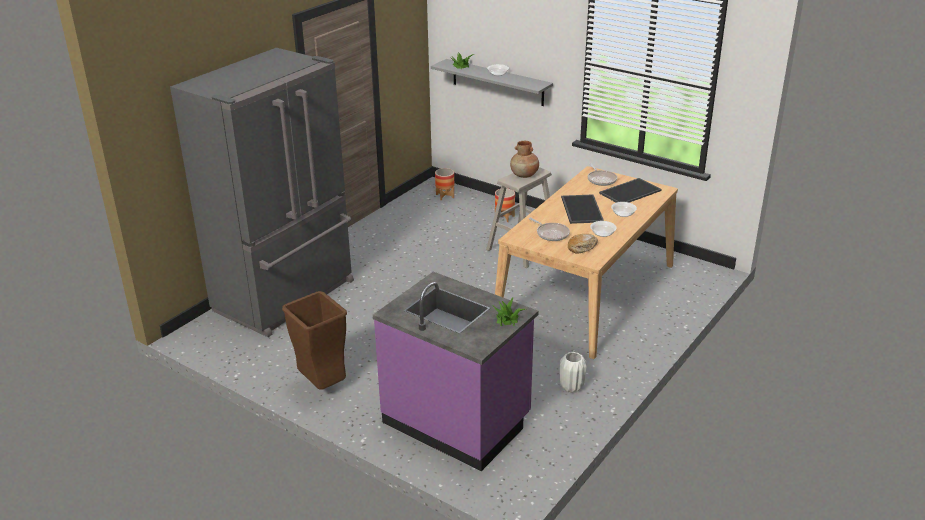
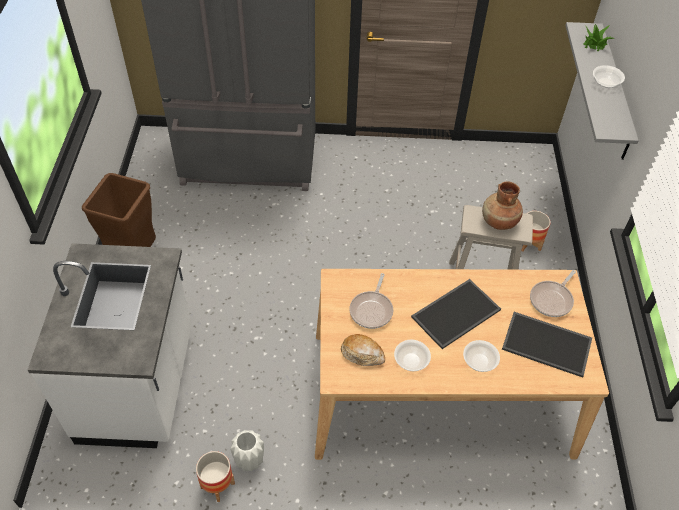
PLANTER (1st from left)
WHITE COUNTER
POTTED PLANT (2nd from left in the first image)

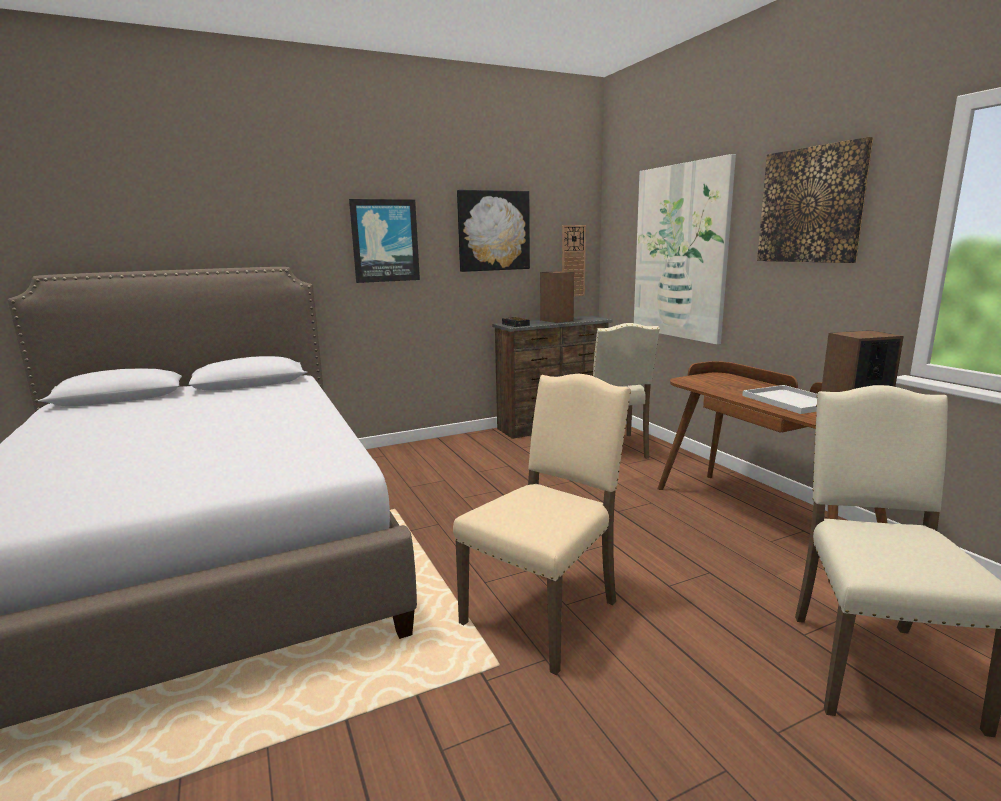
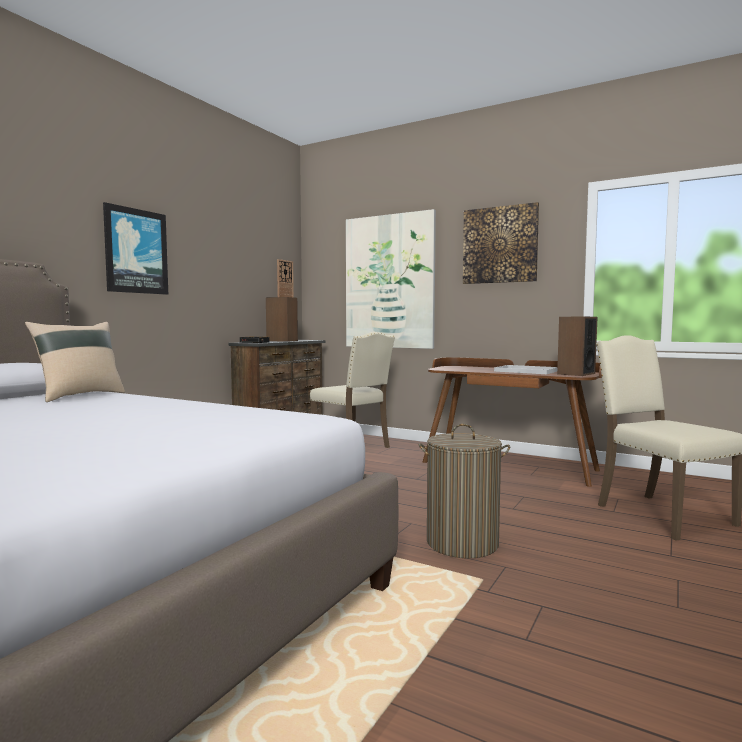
PICTURE (2nd from left in the first image)
LAUNDRY BASKET
BEIGE PILLOW

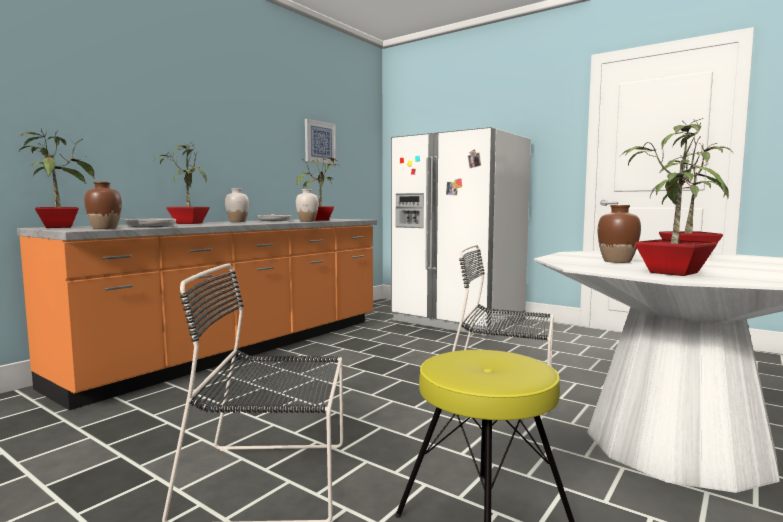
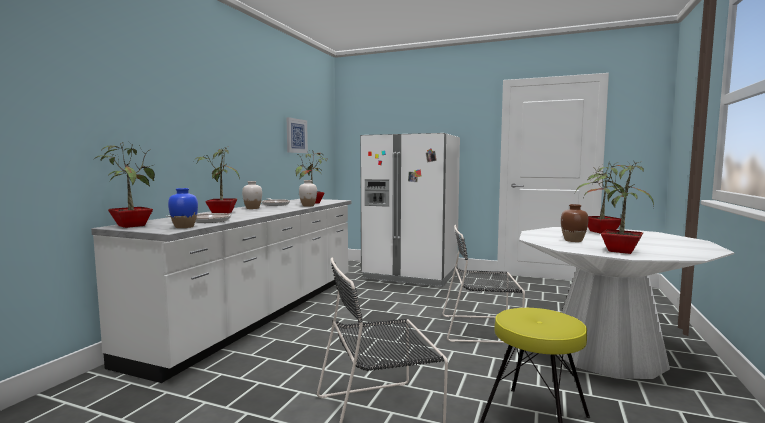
BLUE VASE
WHITE COUNTER

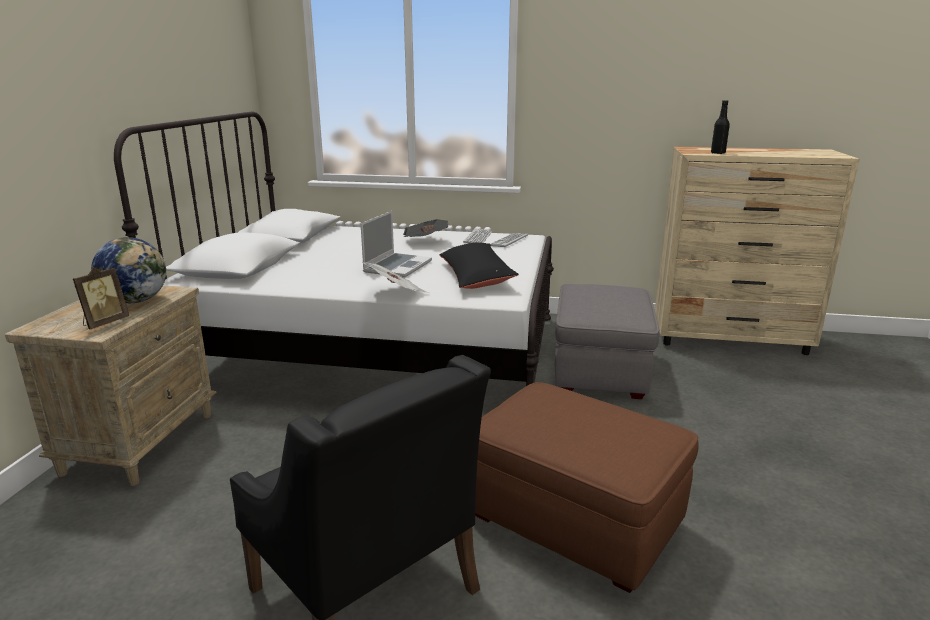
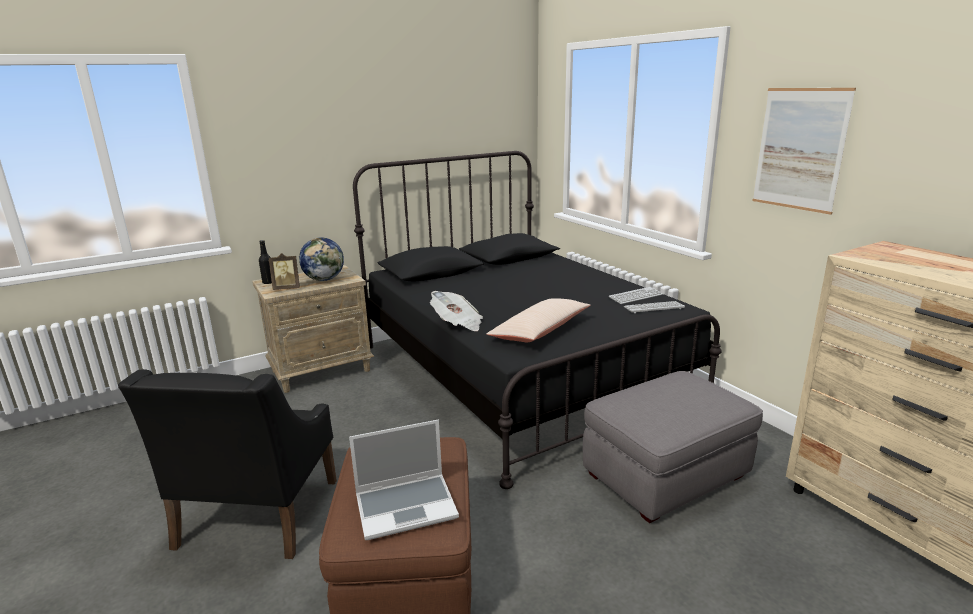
BLACK BOTTLE
BLACK BED
LAPTOP
NEWSPAPER (2nd from left in the first image)
BEIGE PILLOW
PICTURE

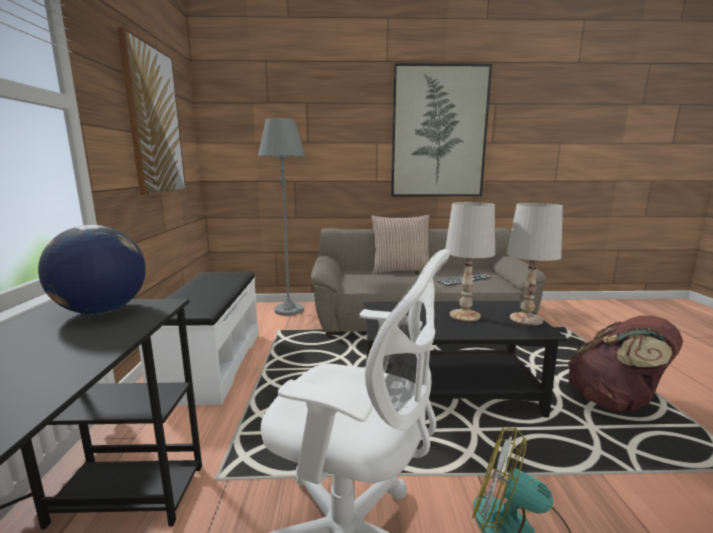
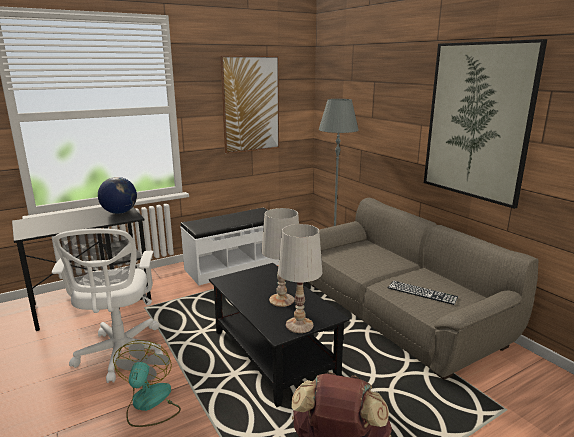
PILLOW

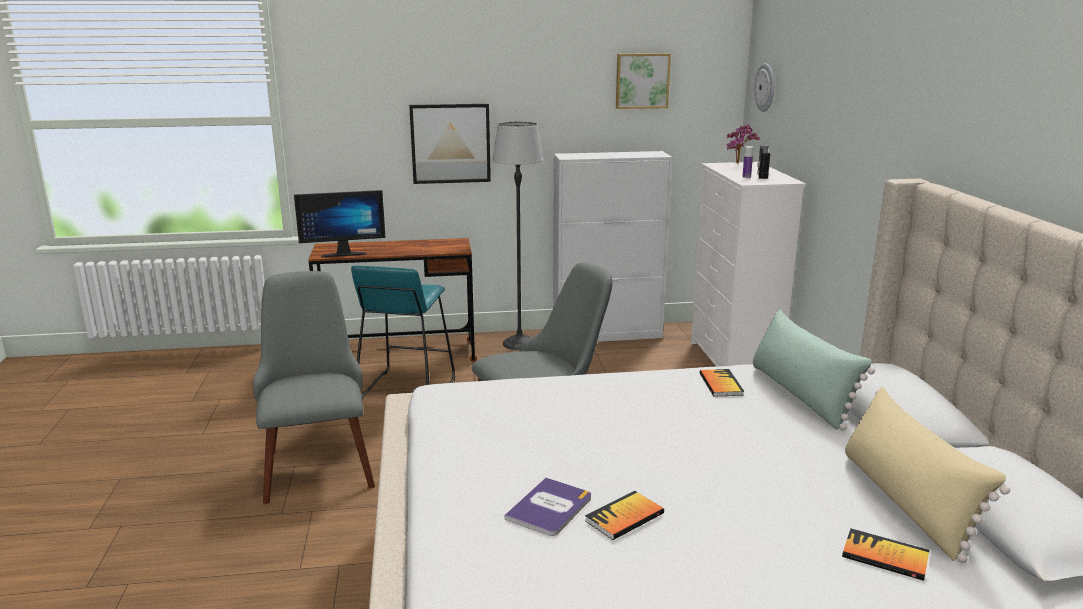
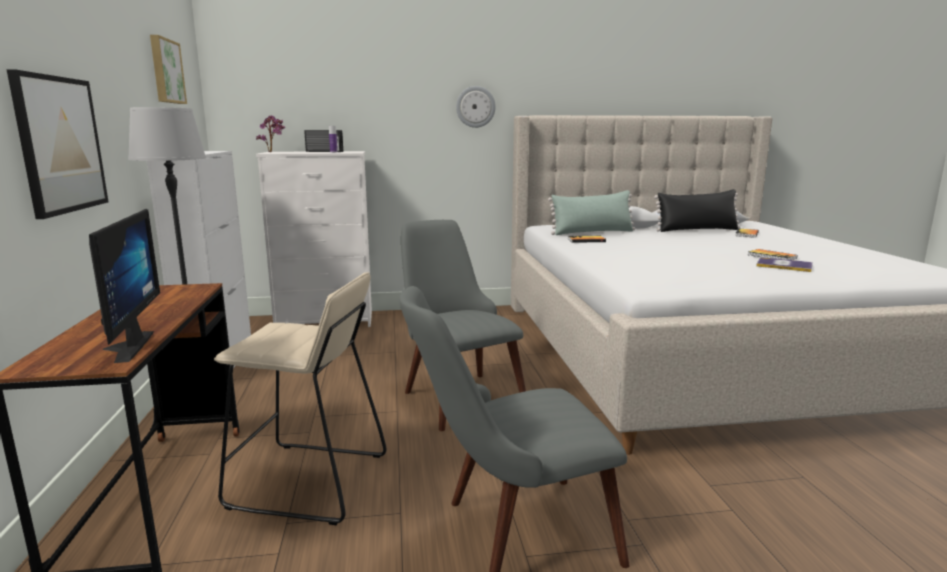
WALL CLOCK
BEIGE STOOL
BLACK PILLOW

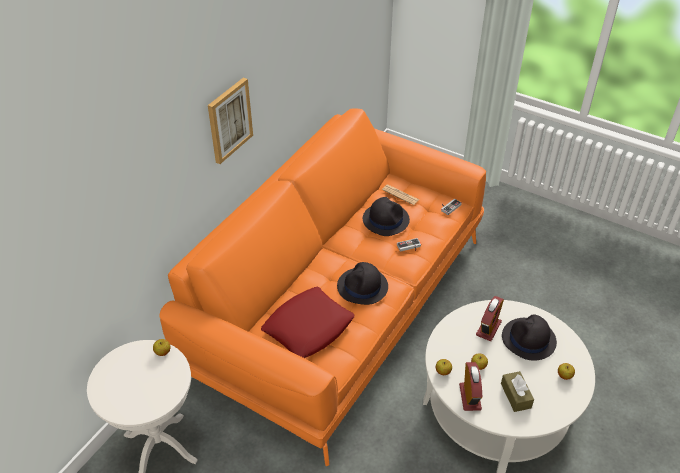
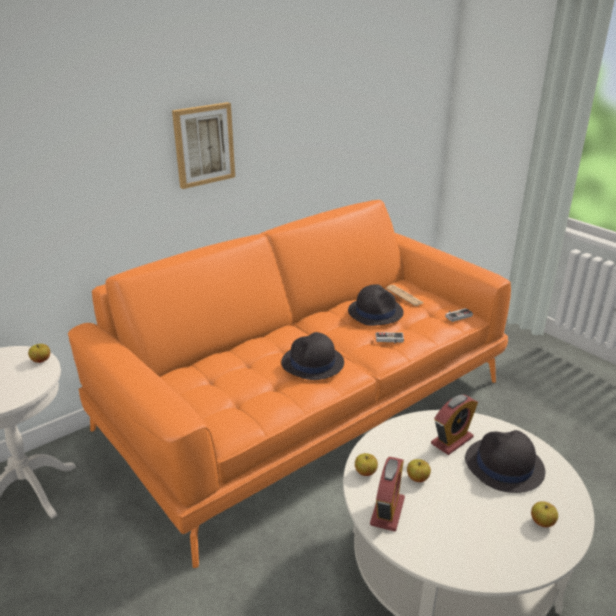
RED PILLOW
BROWN TISSUE BOX

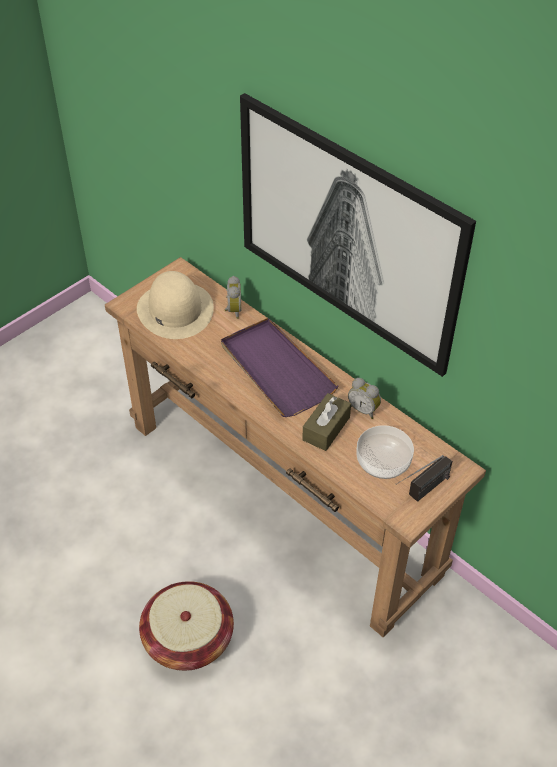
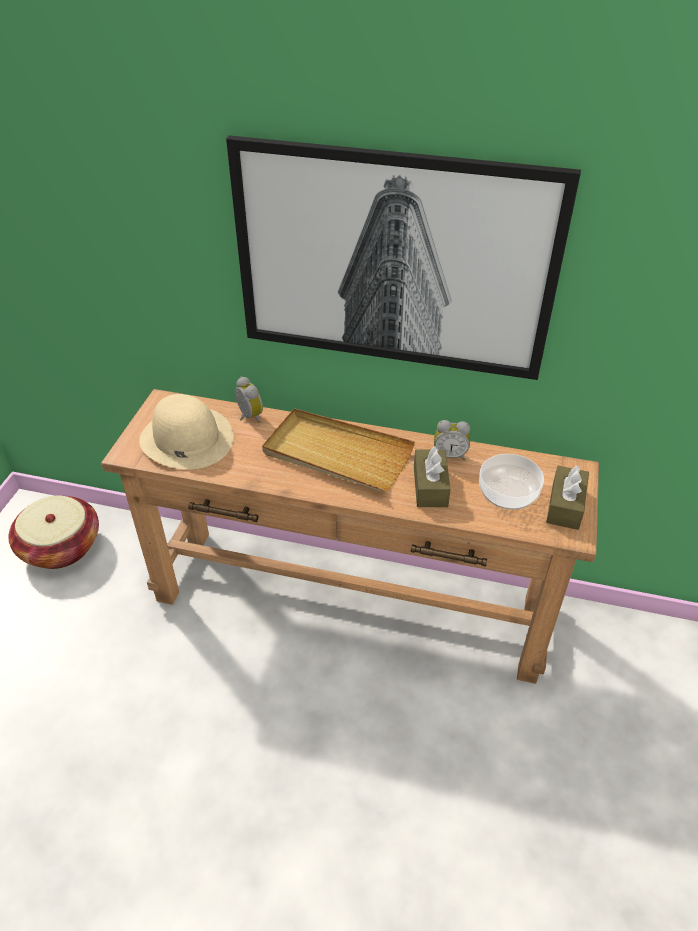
BEIGE TRAY
BROWN TISSUE BOX (2nd from left)
BASKET

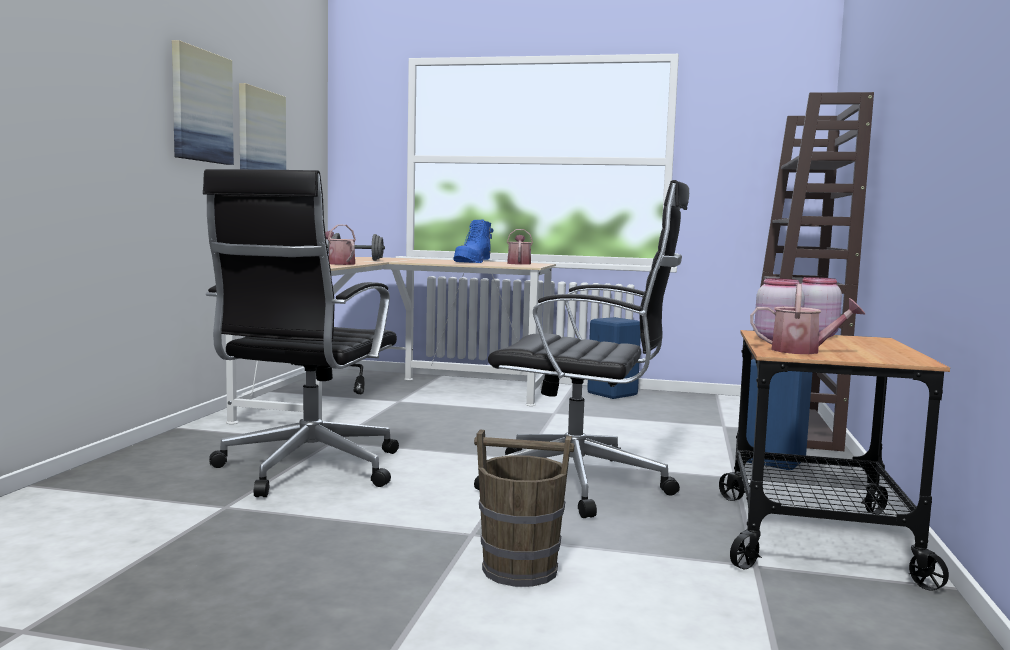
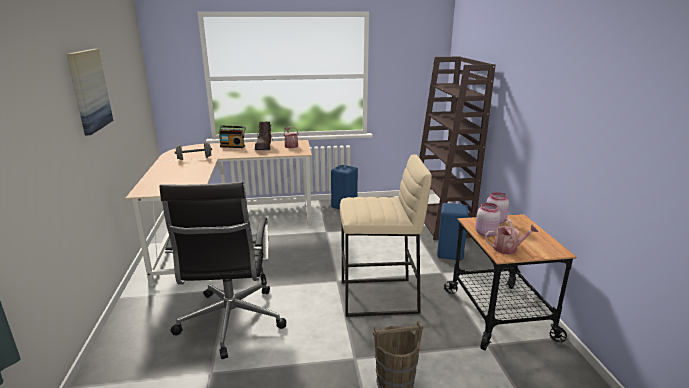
PICTURE (2nd from left in the first image)
BEIGE STOOL
BROWN BOOT
WATERING CAN (1st from left in the first image)
RADIO

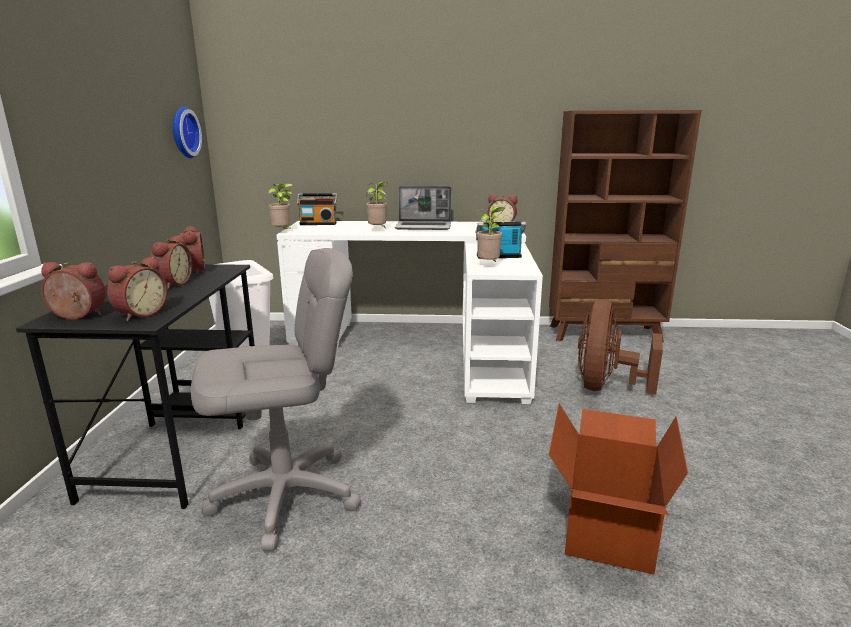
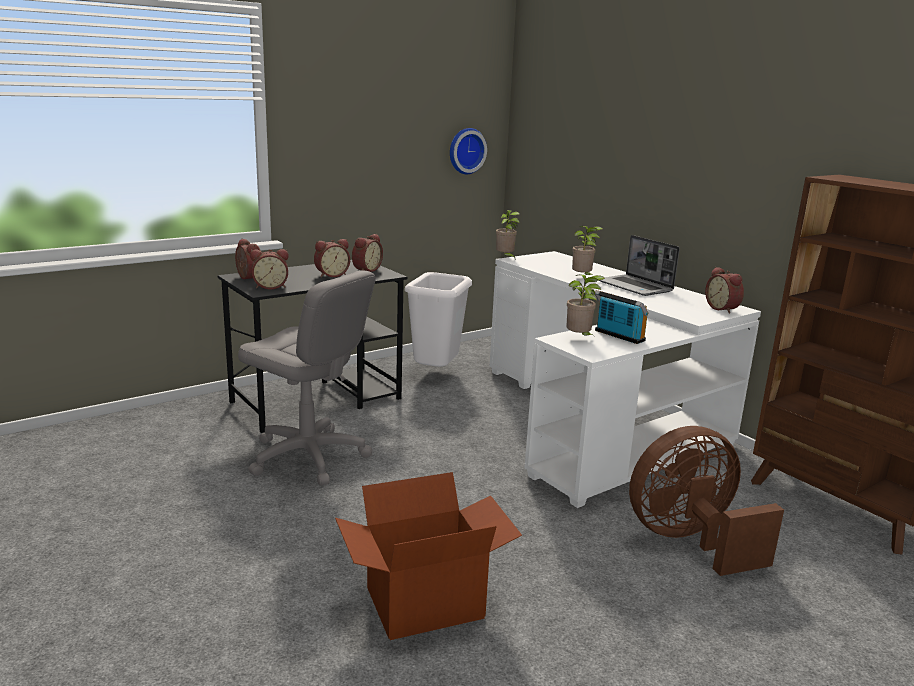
RADIO (1st from left in the first image)

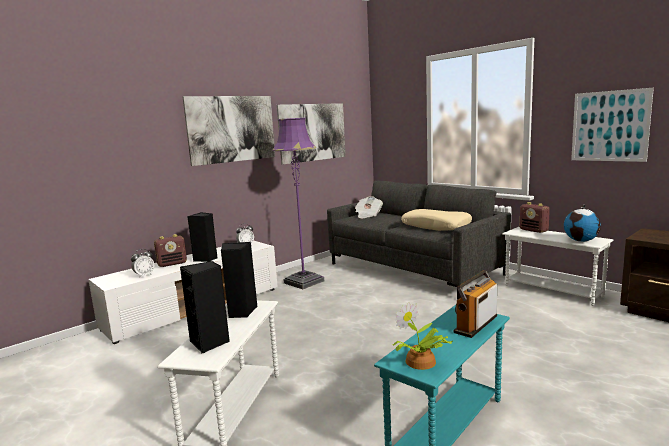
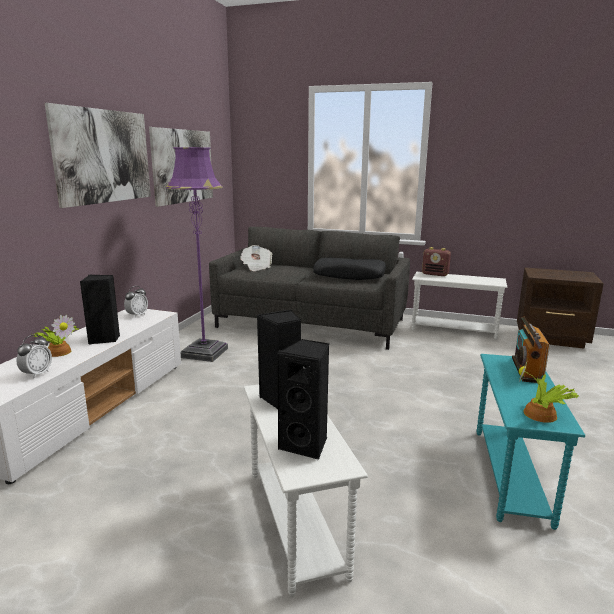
PICTURE (3rd from left in the first image)
GLOBE
BLACK PILLOW
POTTED PLANT (1st from left)

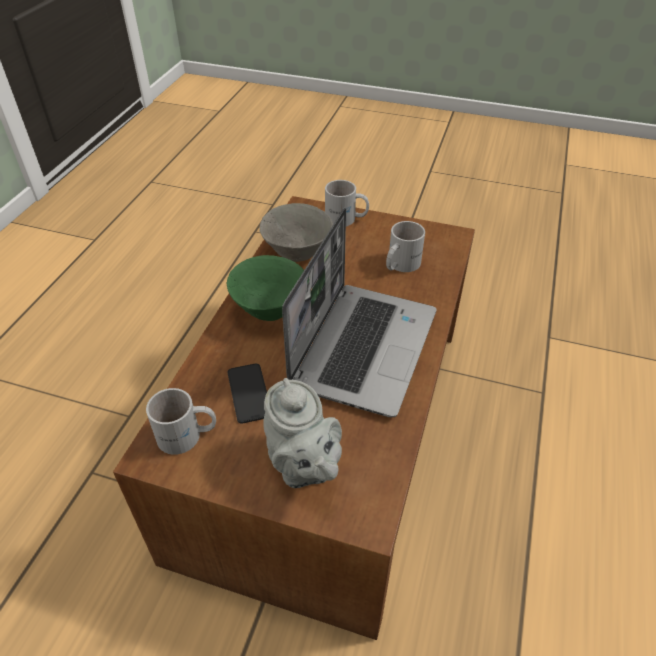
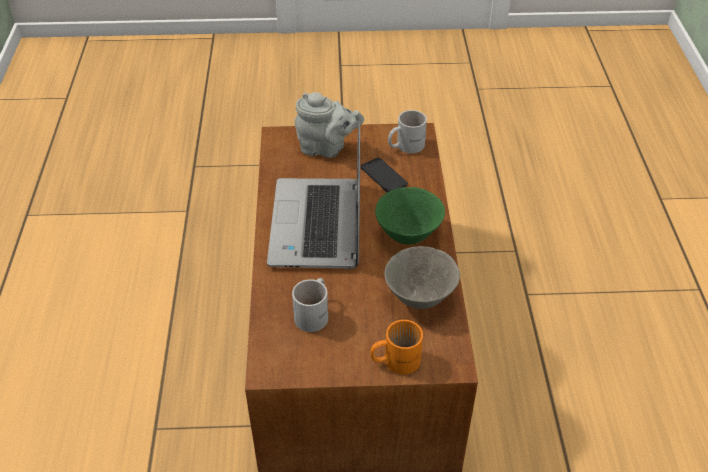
ORANGE MUG
GREY TEAPOT

